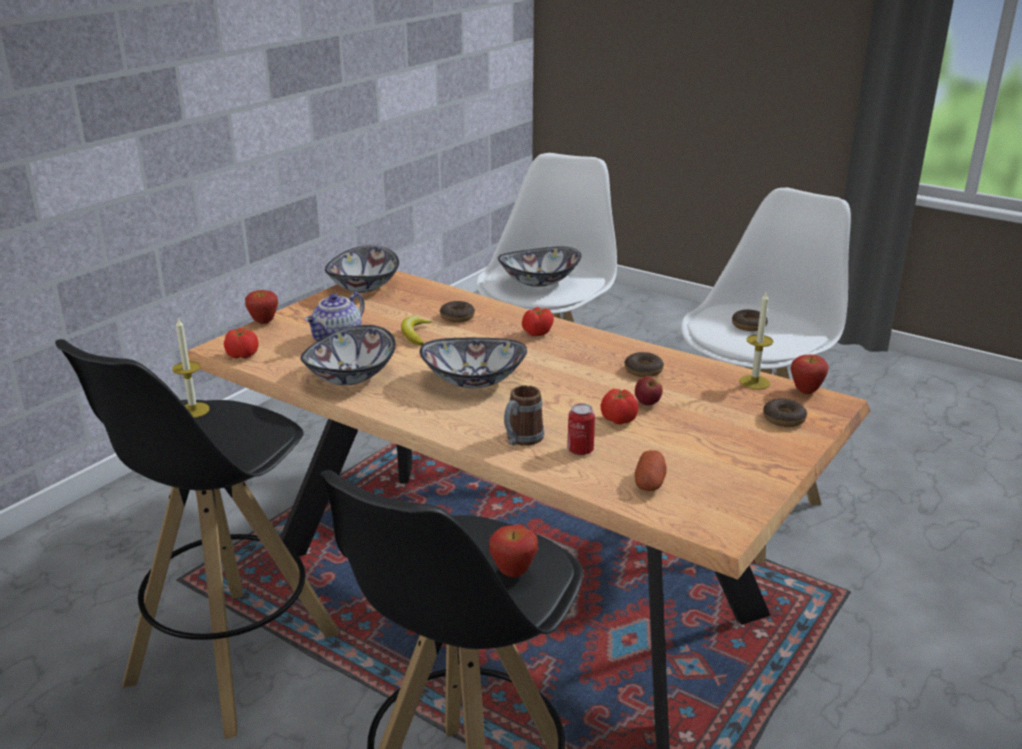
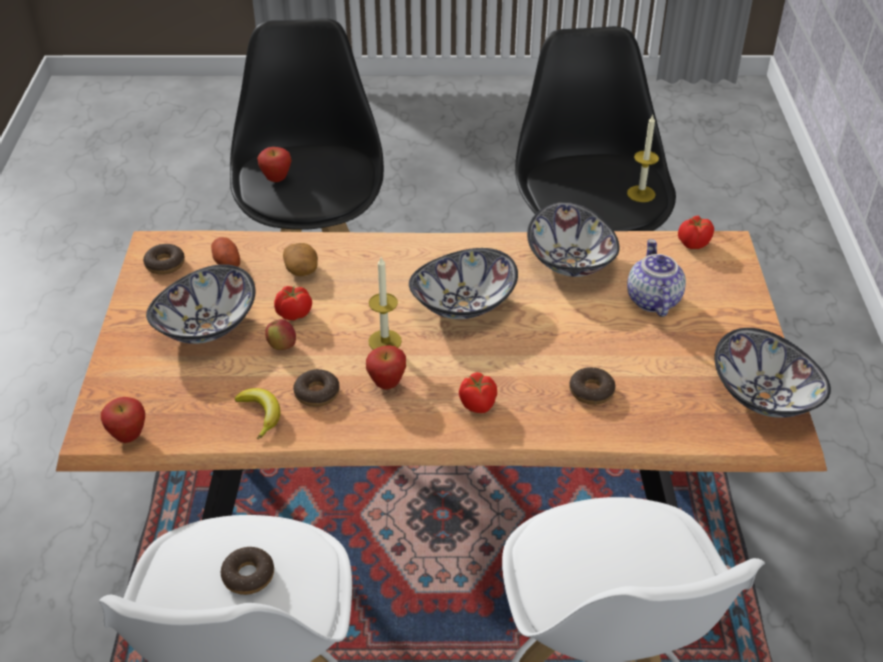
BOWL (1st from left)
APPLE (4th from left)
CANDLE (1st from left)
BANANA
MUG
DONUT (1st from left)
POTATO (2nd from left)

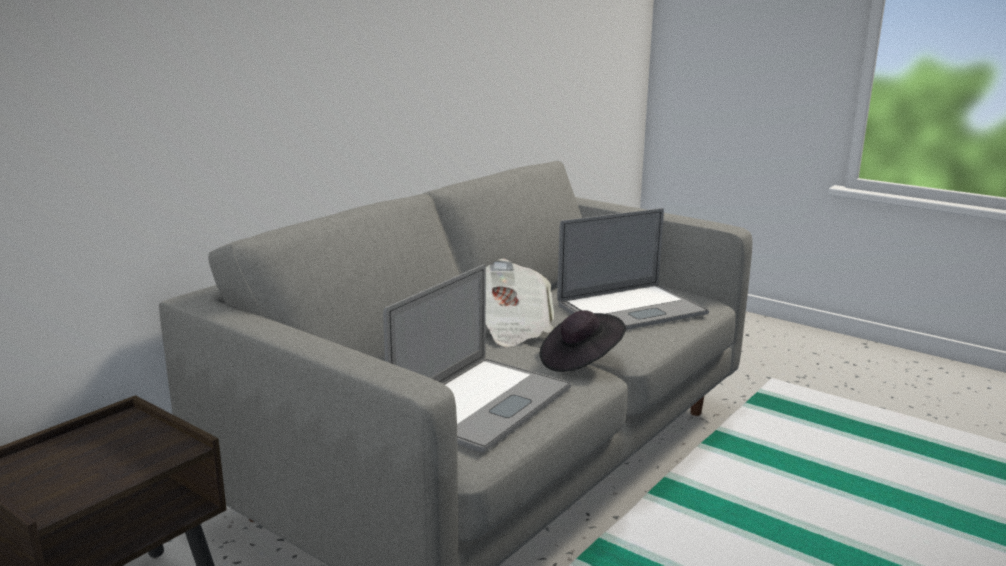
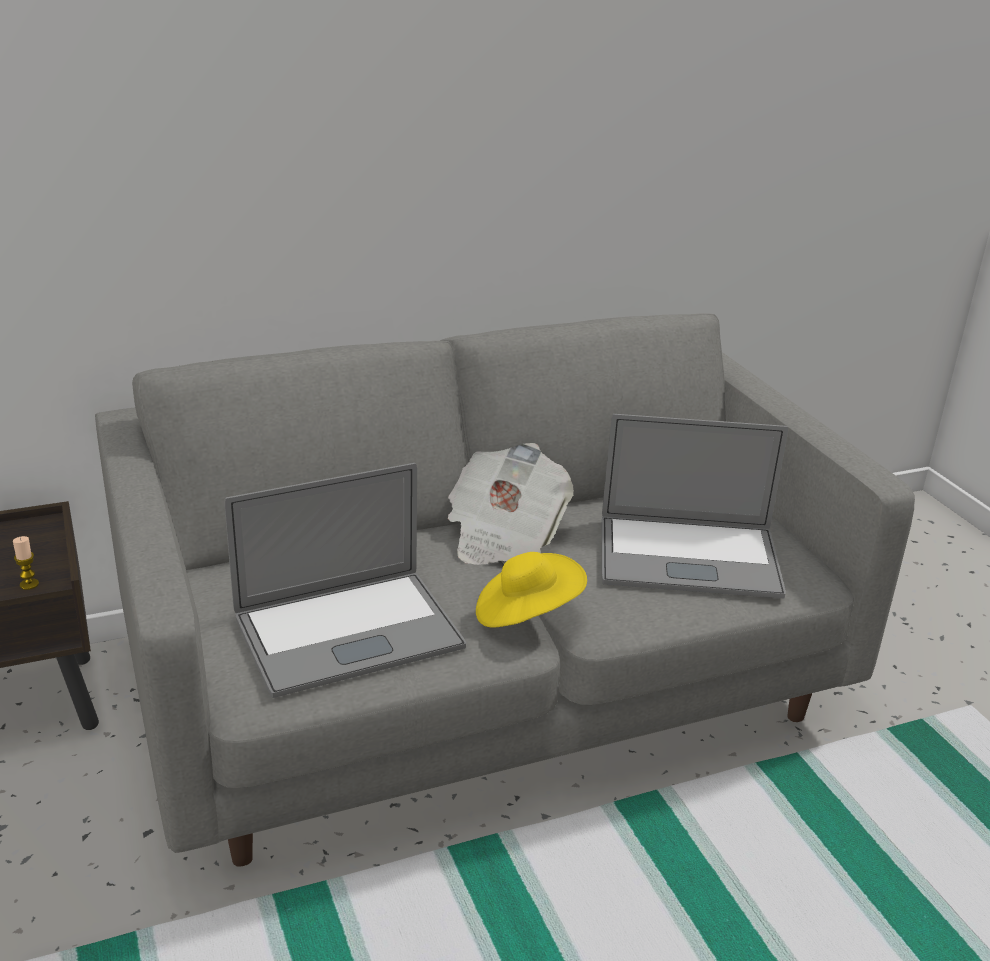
YELLOW HAT
CANDLE

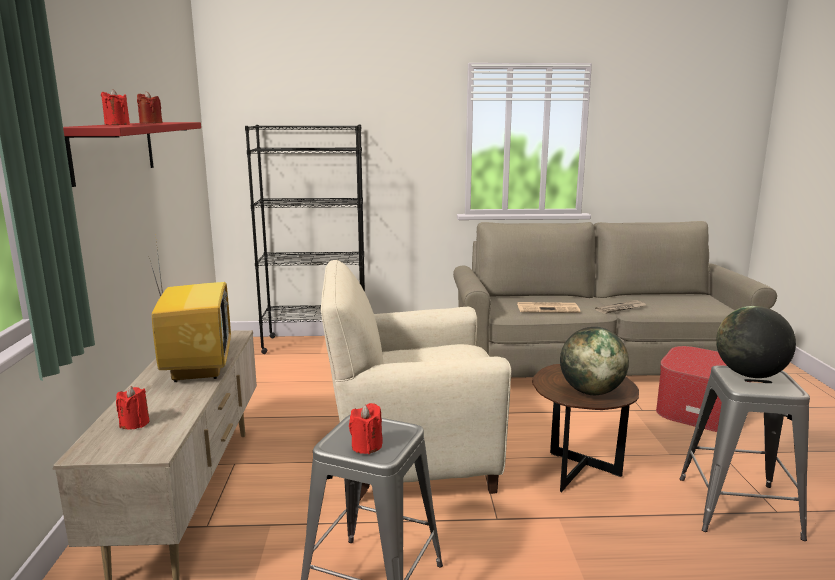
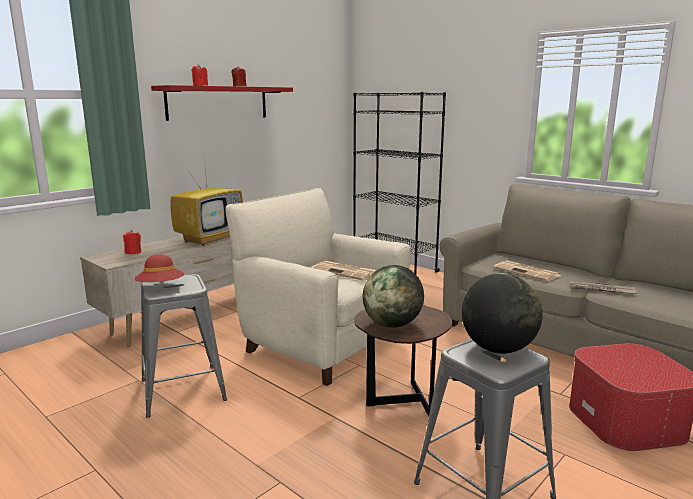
RED HAT
NEWSPAPER (1st from left)

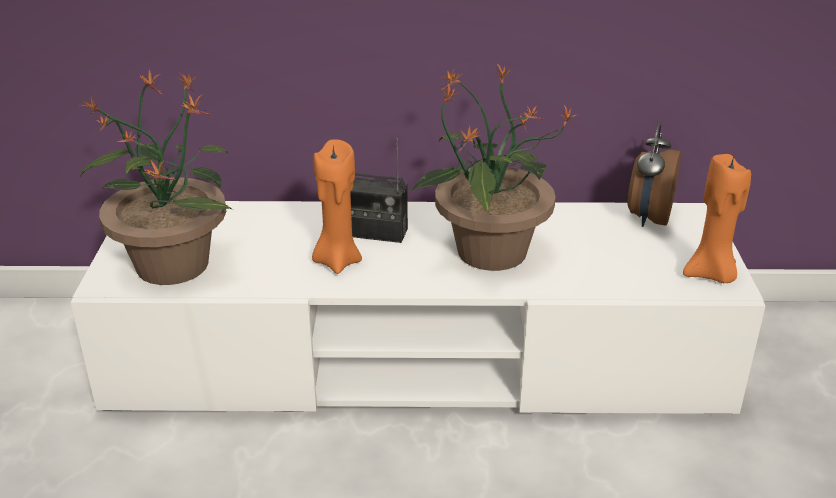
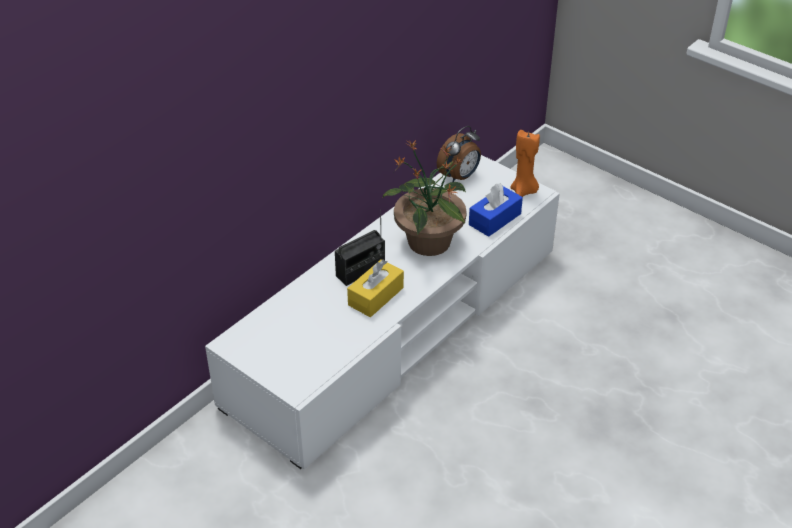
POTTED PLANT (1st from left in the first image)
ALARM CLOCK
YELLOW TISSUE BOX
BLUE TISSUE BOX

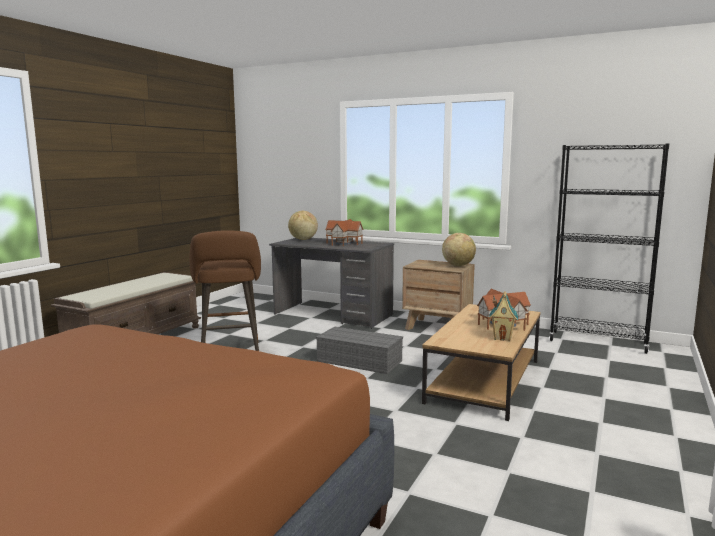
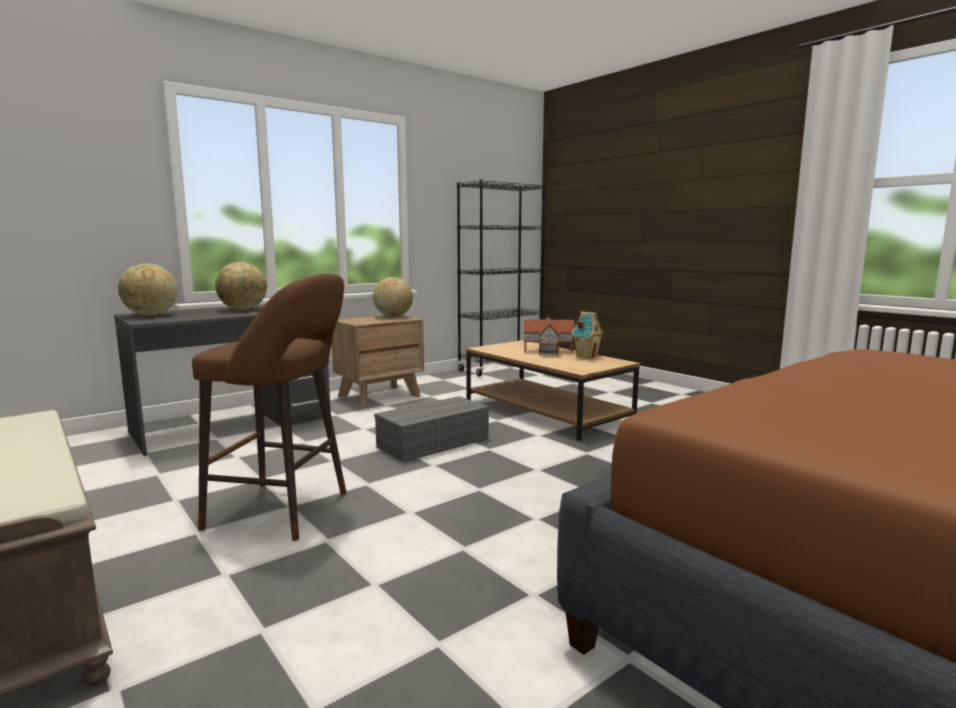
GLOBE (2nd from left)

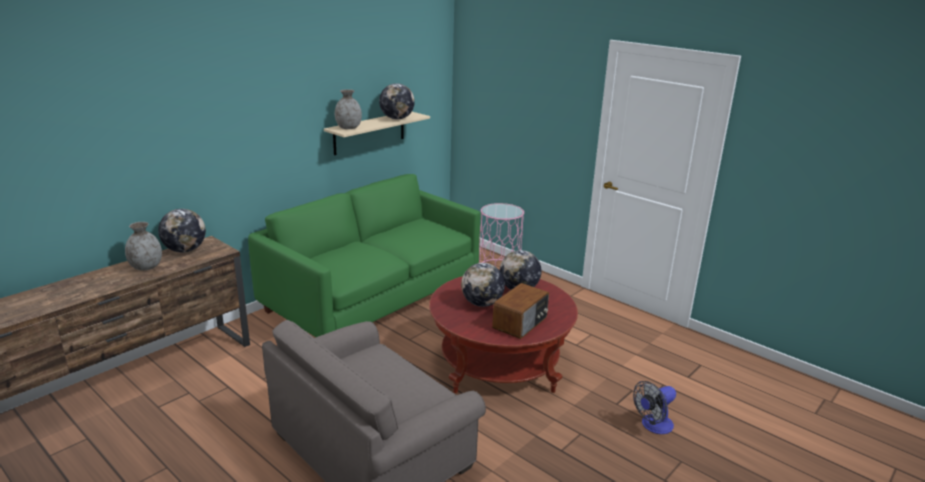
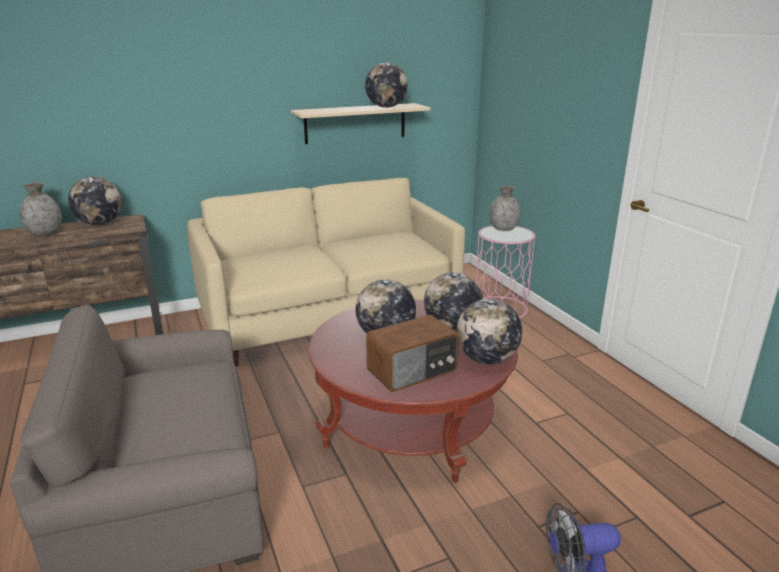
GREY VASE (2nd from left)
BEIGE SOFA
GLOBE (5th from left)

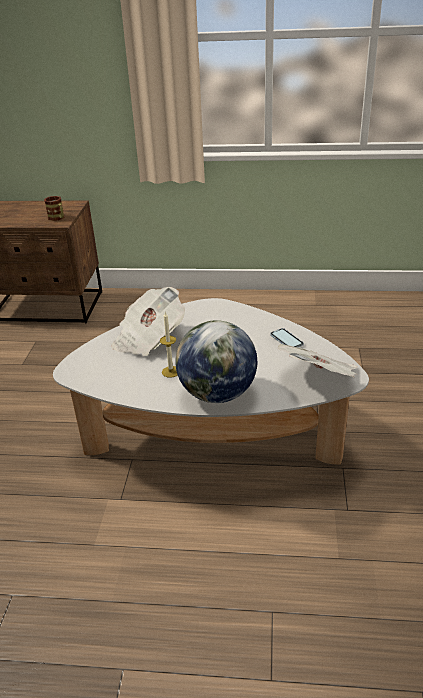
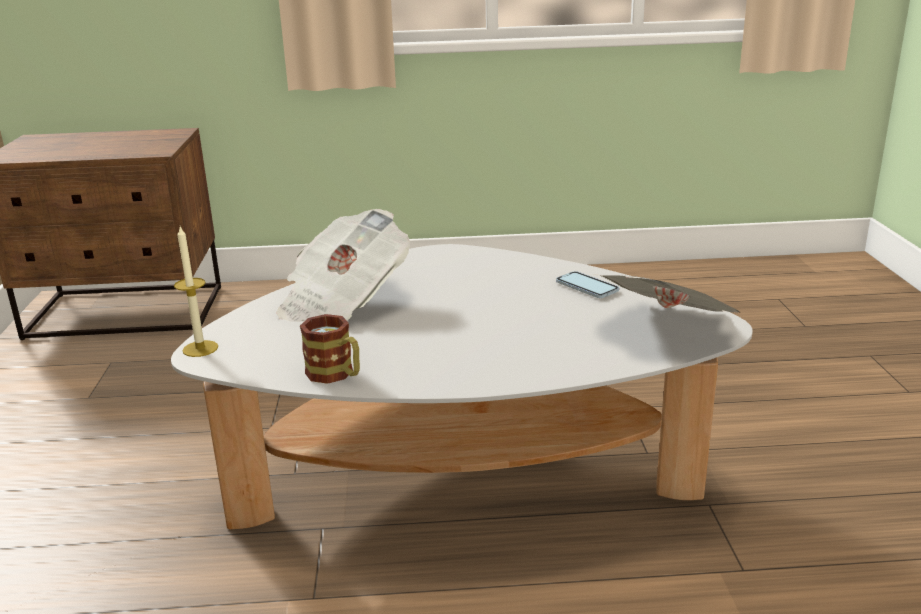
MUG
CANDLE
GLOBE

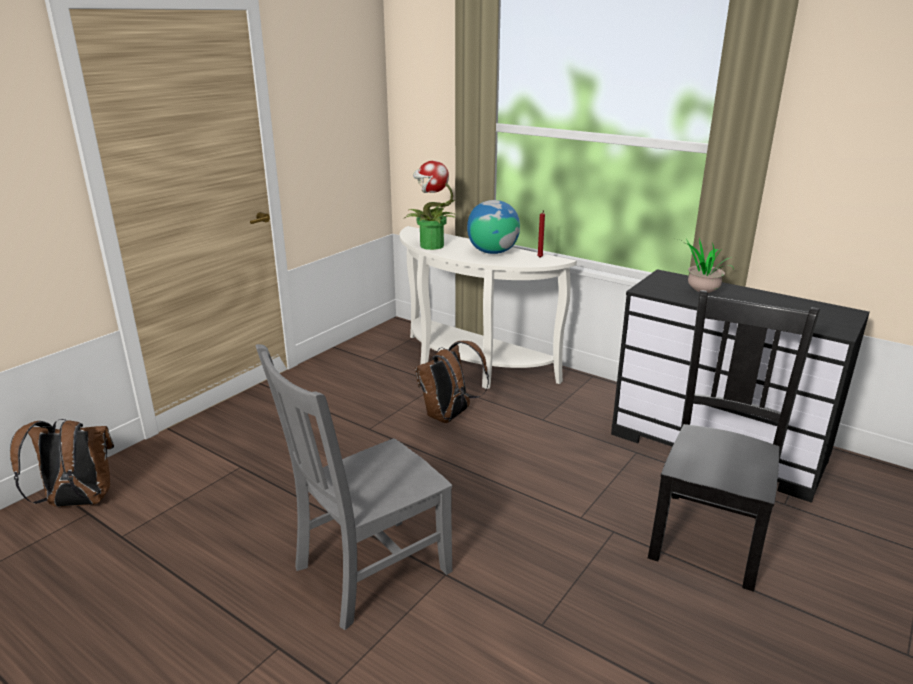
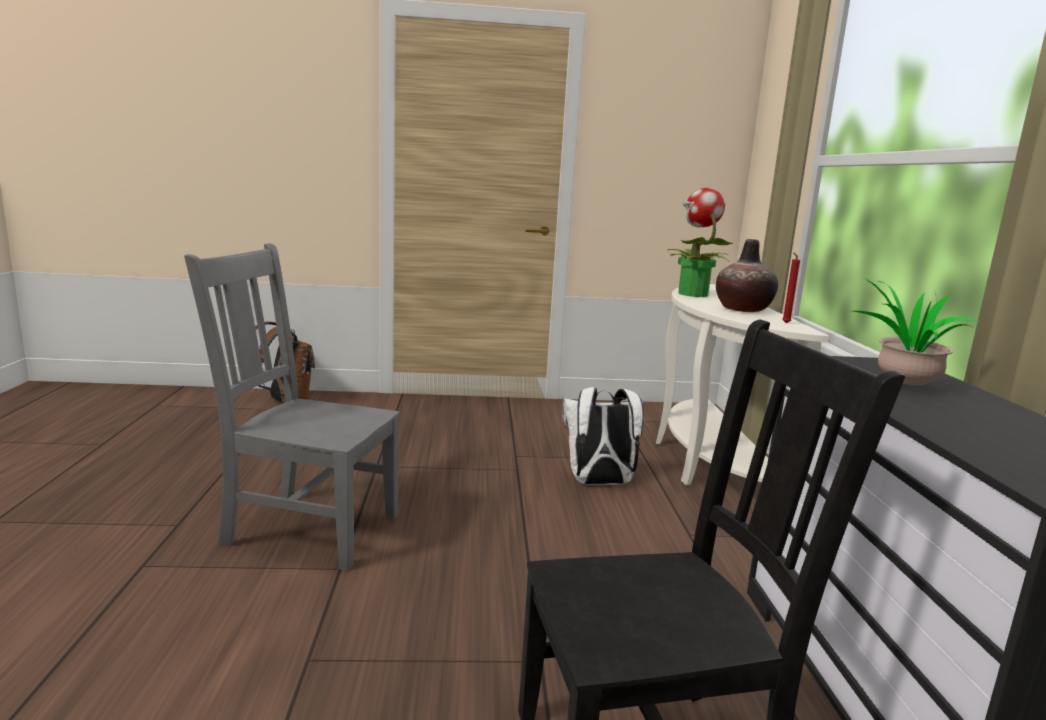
VASE
WHITE BACKPACK

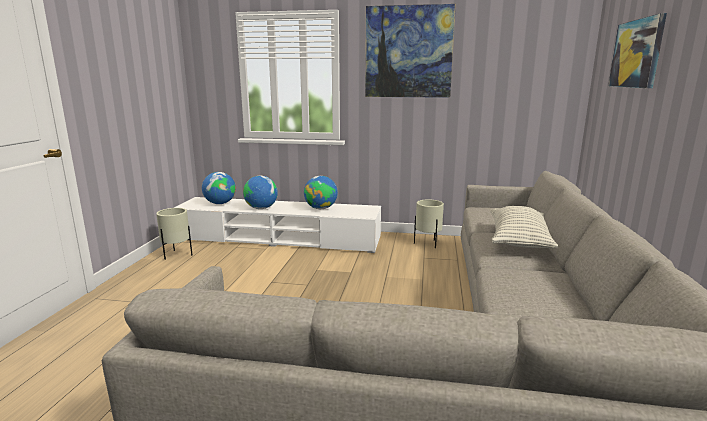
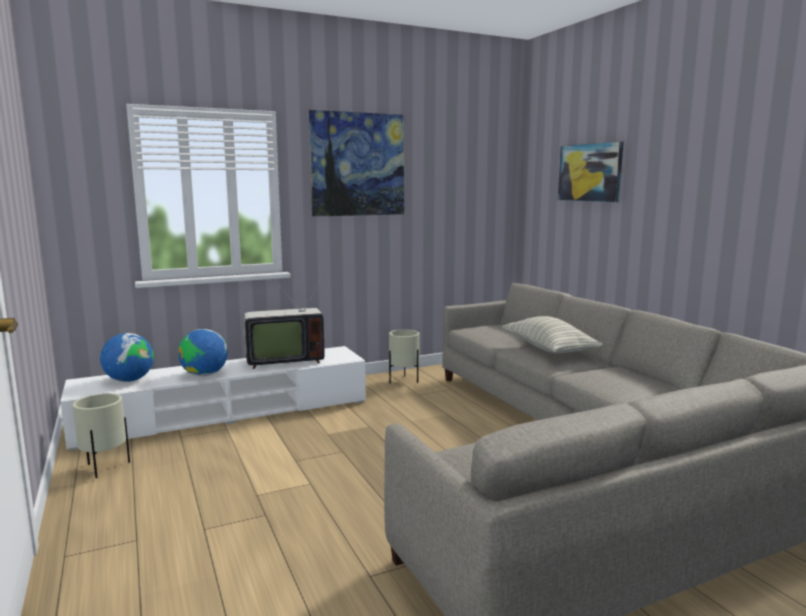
TELEVISION

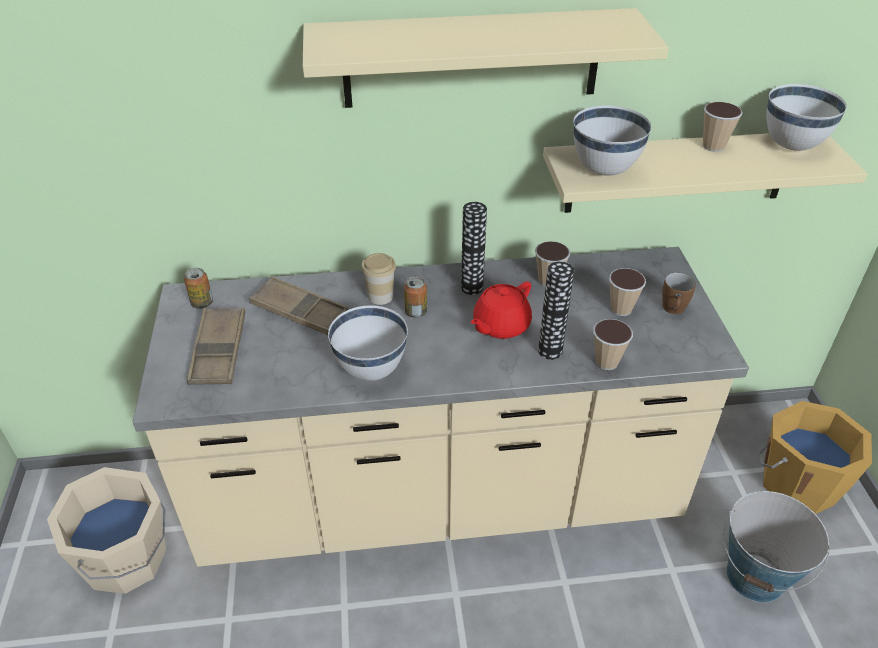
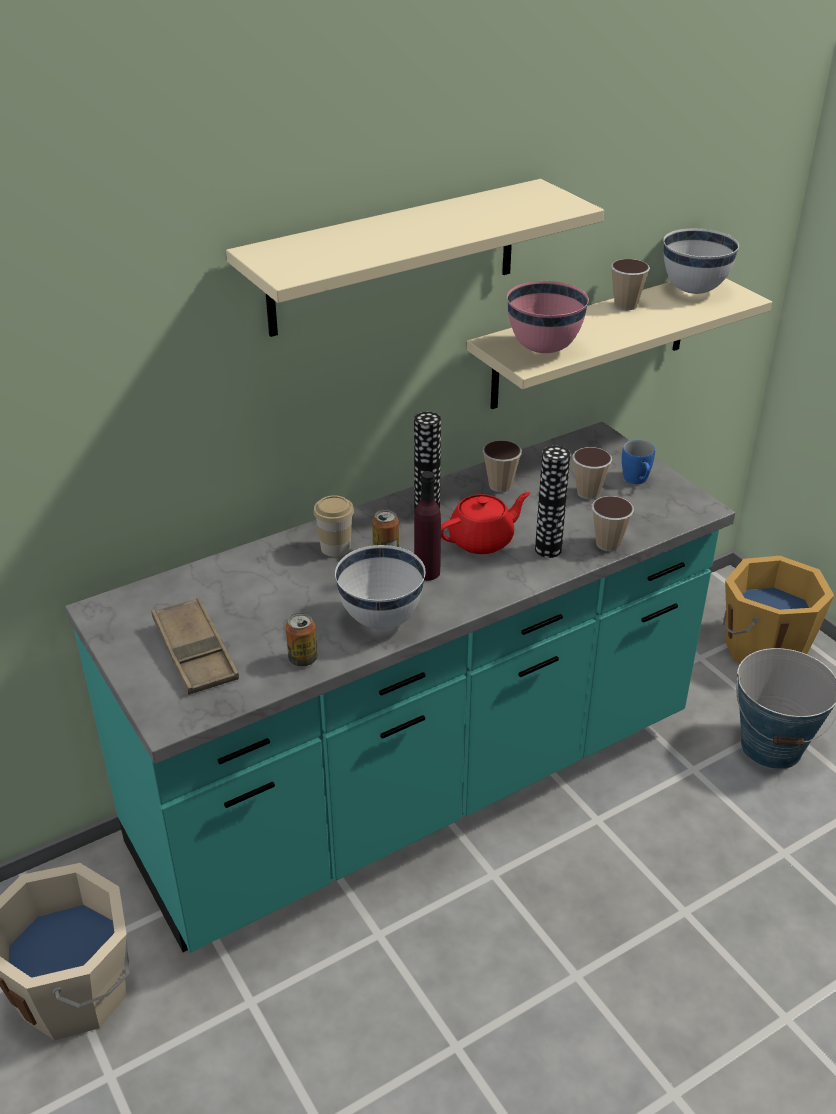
PINK BOWL
TURQUOISE COUNTER
CAN (1st from left)
BLUE MUG
BROWN TRAY (2nd from left in the first image)
RED TEAPOT
PURPLE BOTTLE

